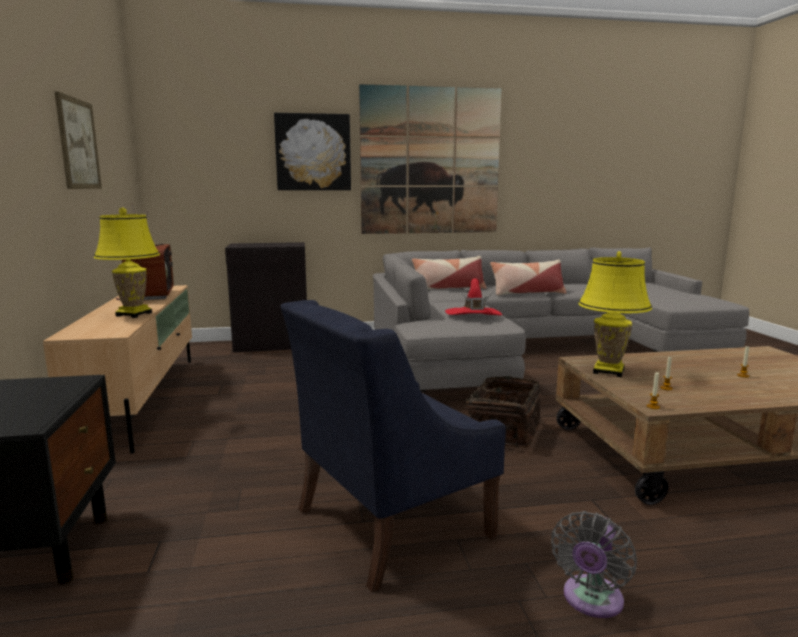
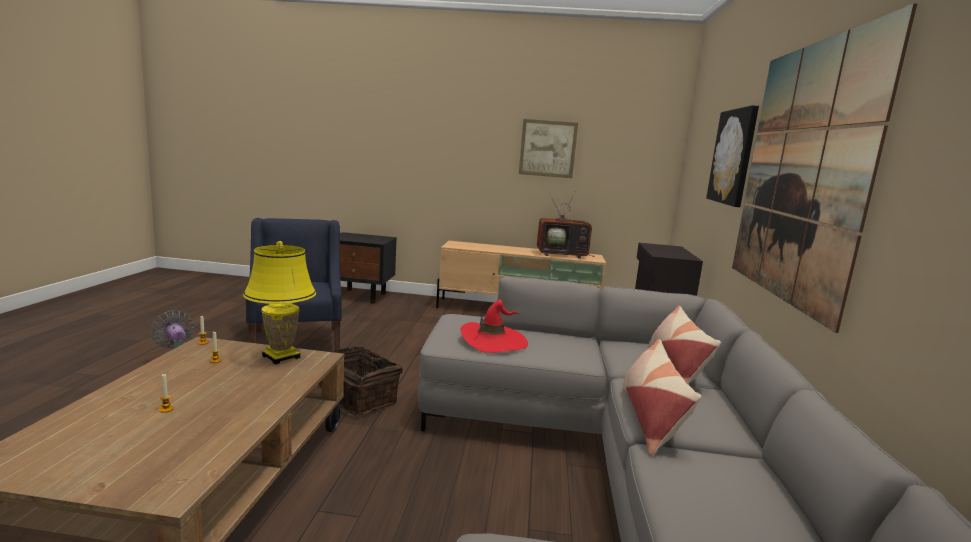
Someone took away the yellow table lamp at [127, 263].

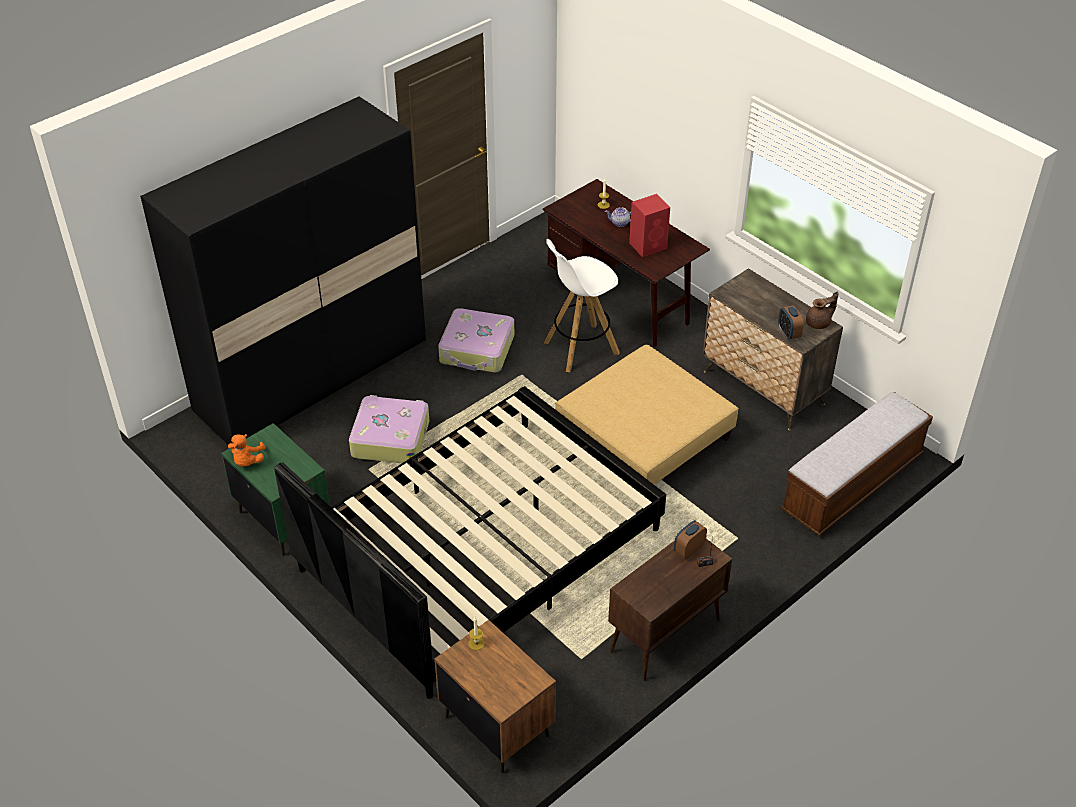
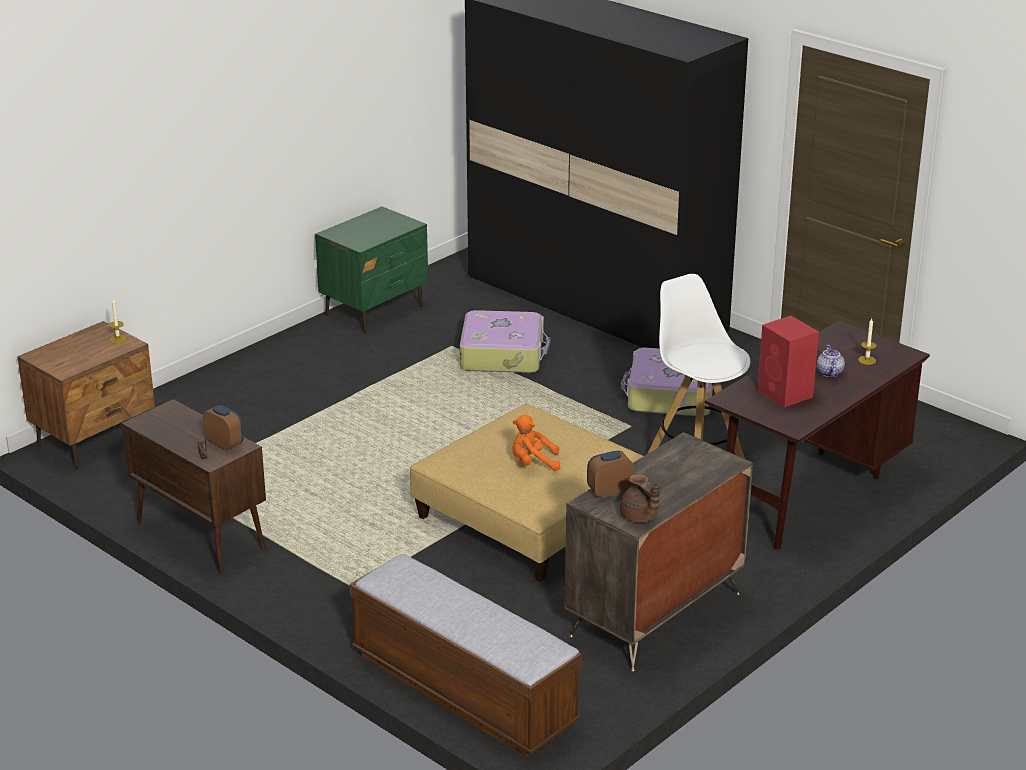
Someone took away the black bed at [470, 542]. Someone carried the orange plush toy from [247, 450] to [536, 443].

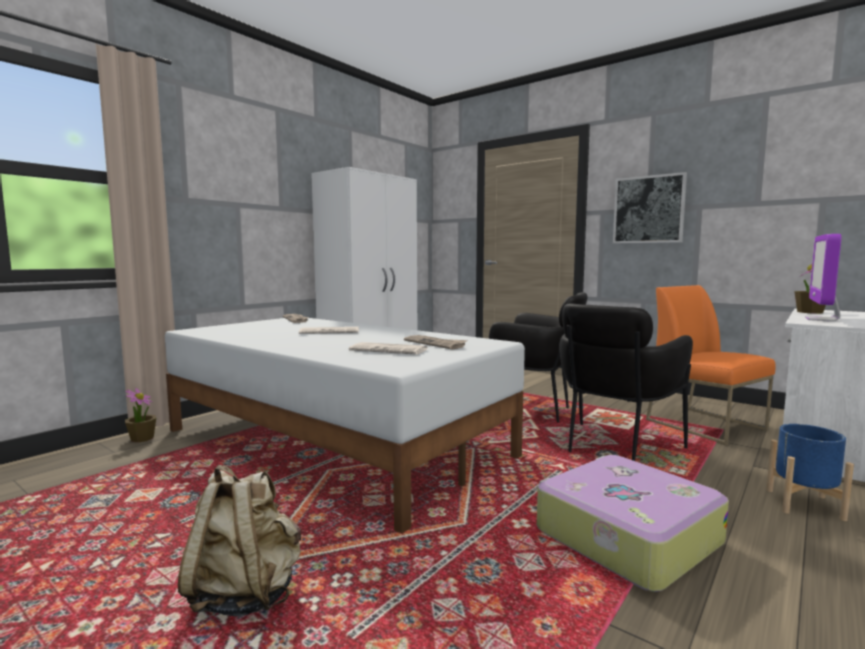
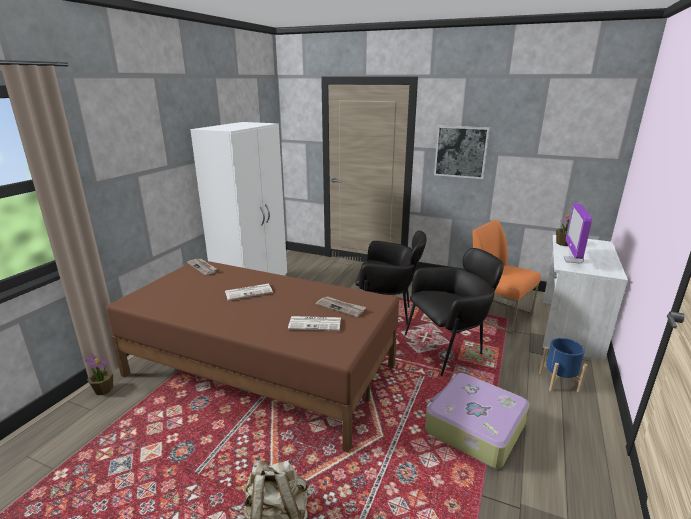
Someone repainted the white bed at [345, 426], which became the brown bed at [252, 356]. Someone rotated the black armchair at [626, 382] by 135 degrees counterclockwise.

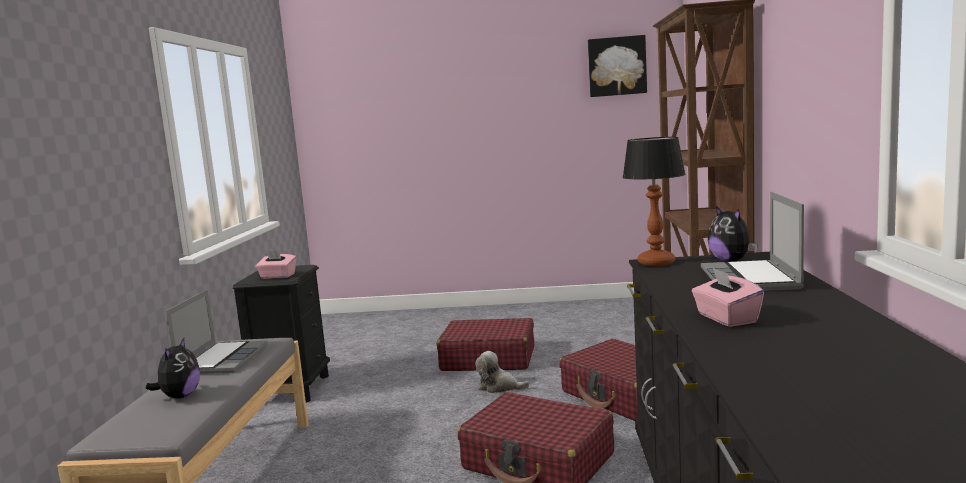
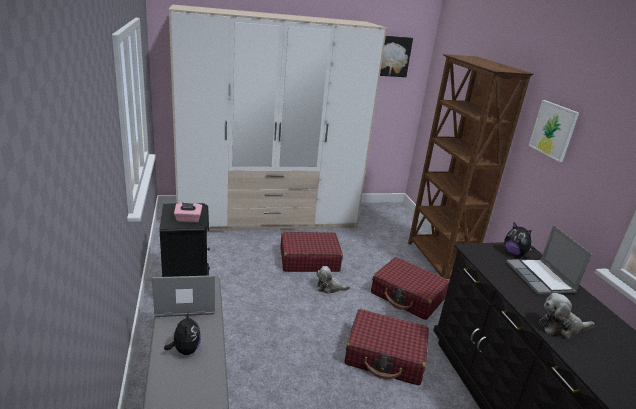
Someone took away the table lamp at [654, 201]. Someone put down the wardrobe at [278, 118]. Someone put up the picture at [554, 131]. Someone swapped the pink tissue box at [728, 297] for the plush toy at [566, 316]. Someone rotated the laptop at [216, 331] by 90 degrees counterclockwise.

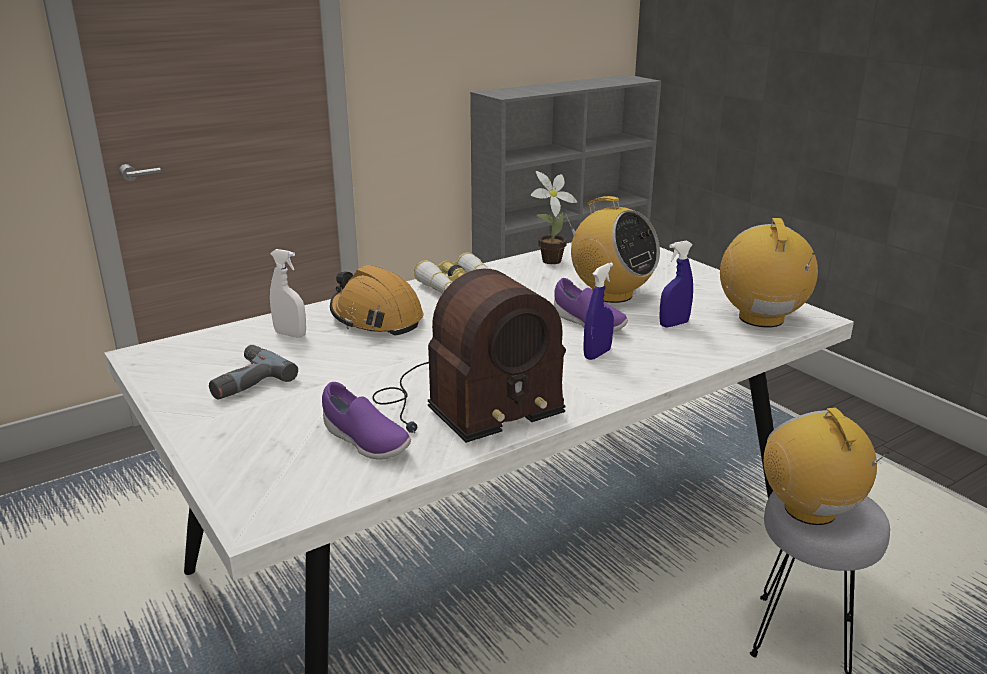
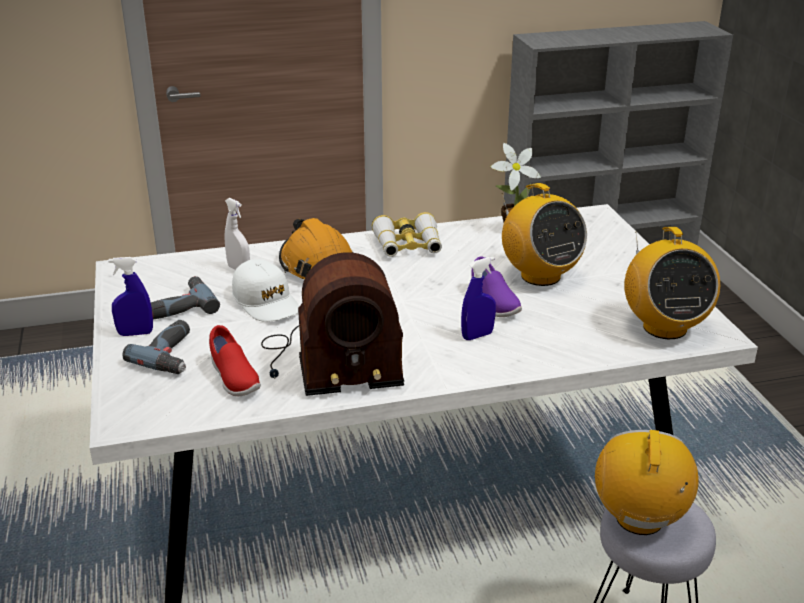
Someone put down the power drill at [156, 347]. Someone put down the white cap at [265, 290]. Someone carried the blue spray bottle from [676, 284] to [130, 296]. Someone repainted the purple shoe at [366, 421], which became the red shoe at [235, 360]. Someone rotated the radio at [769, 272] by 150 degrees clockwise.

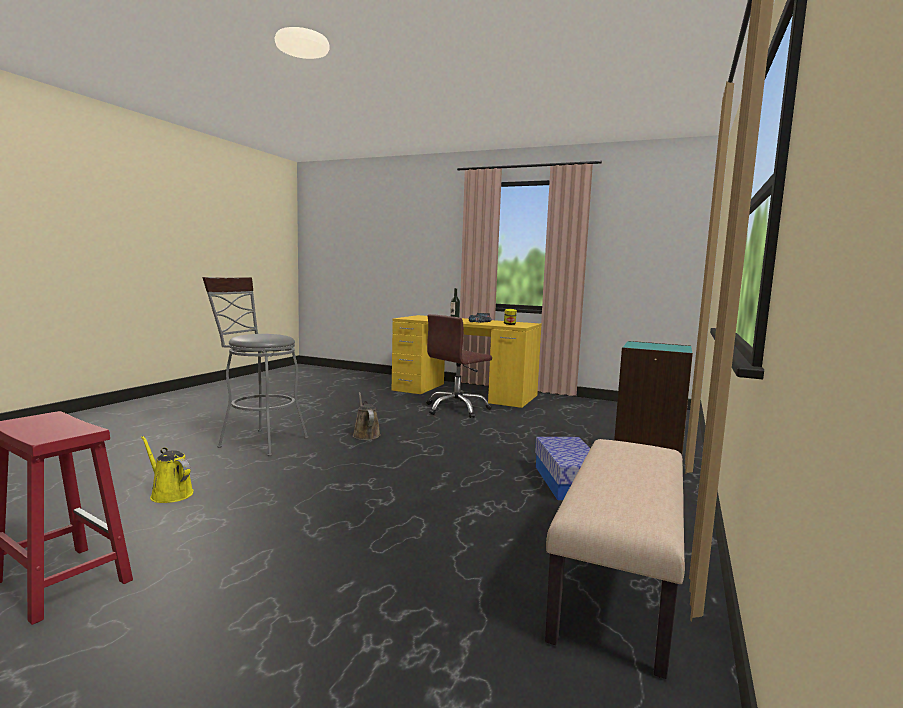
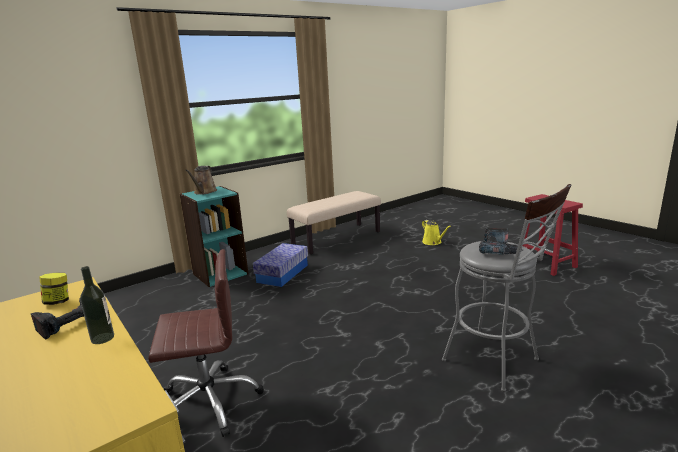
Someone put down the power drill at [501, 241]. Someone carried the yellow watering can from [167, 469] to [436, 232]. Someone carried the brown watering can from [367, 416] to [201, 180].

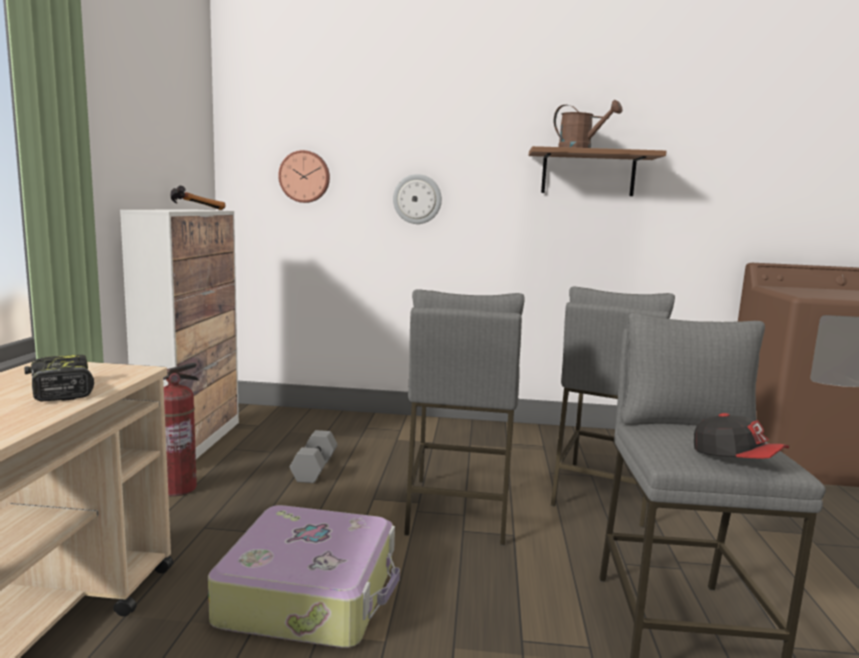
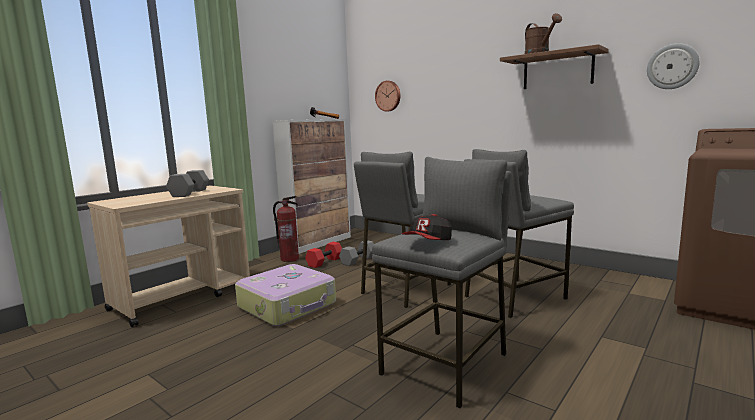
Someone put down the red dumbbell at [323, 255]. Someone carried the wall clock from [417, 199] to [673, 66]. Someone swapped the power drill at [59, 378] for the grey dumbbell at [187, 183]. Someone rotated the cap at [741, 436] by 45 degrees clockwise.

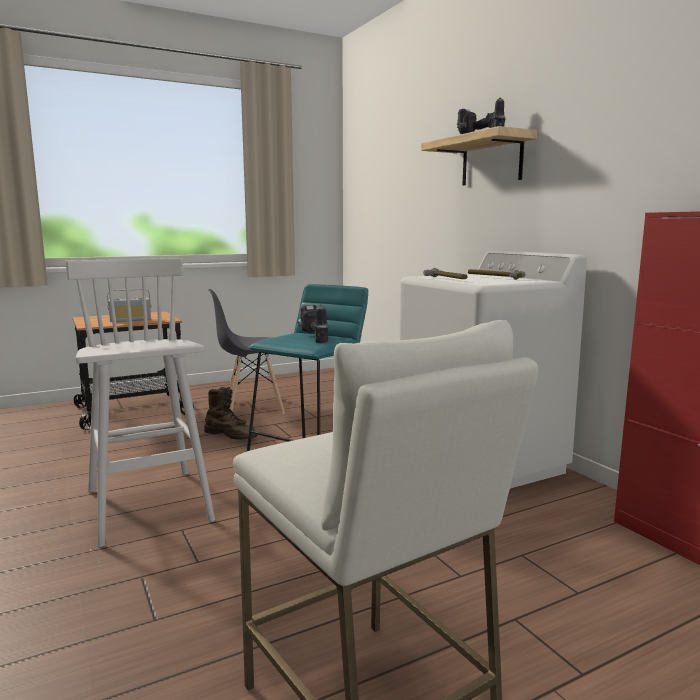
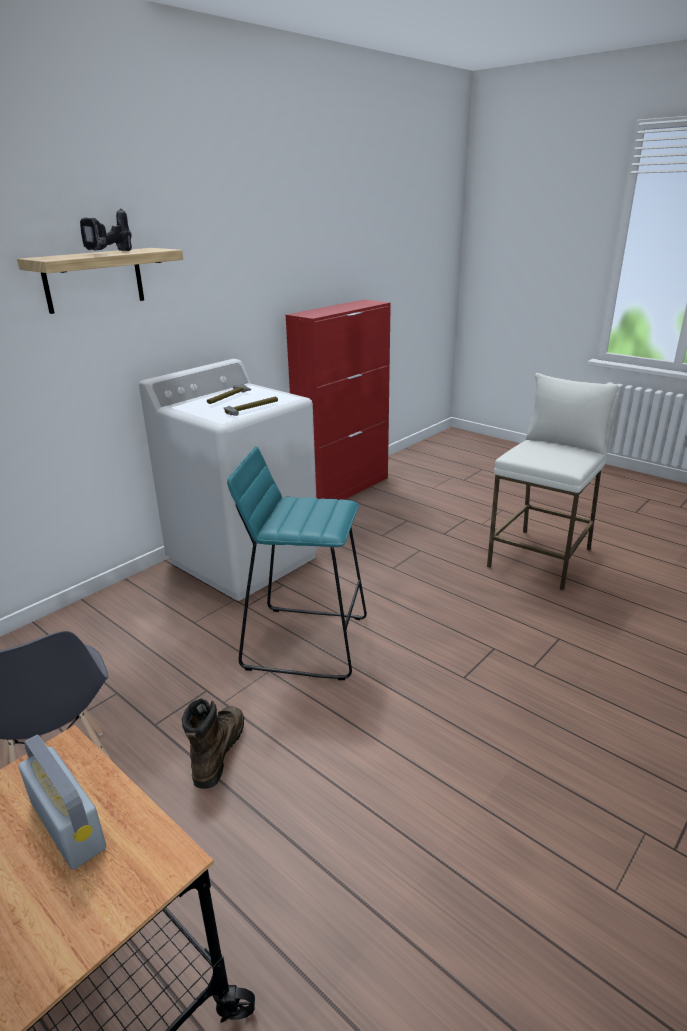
Someone took away the white stool at [140, 402]. Someone took away the power drill at [312, 323].

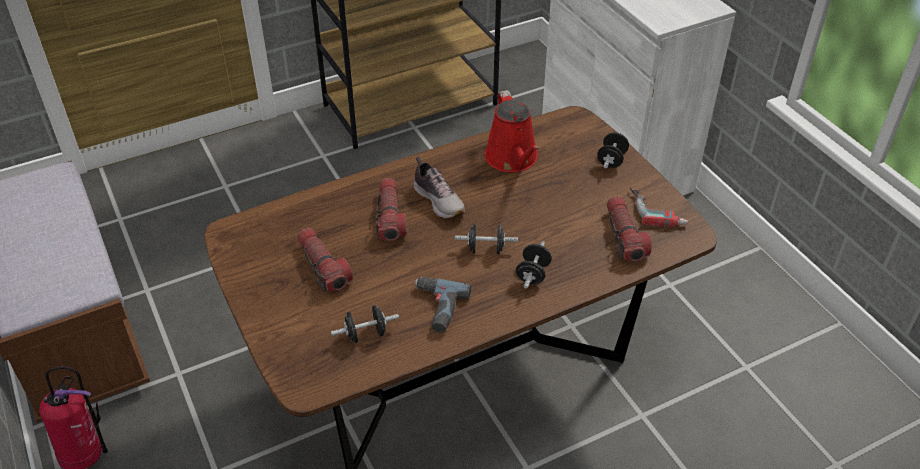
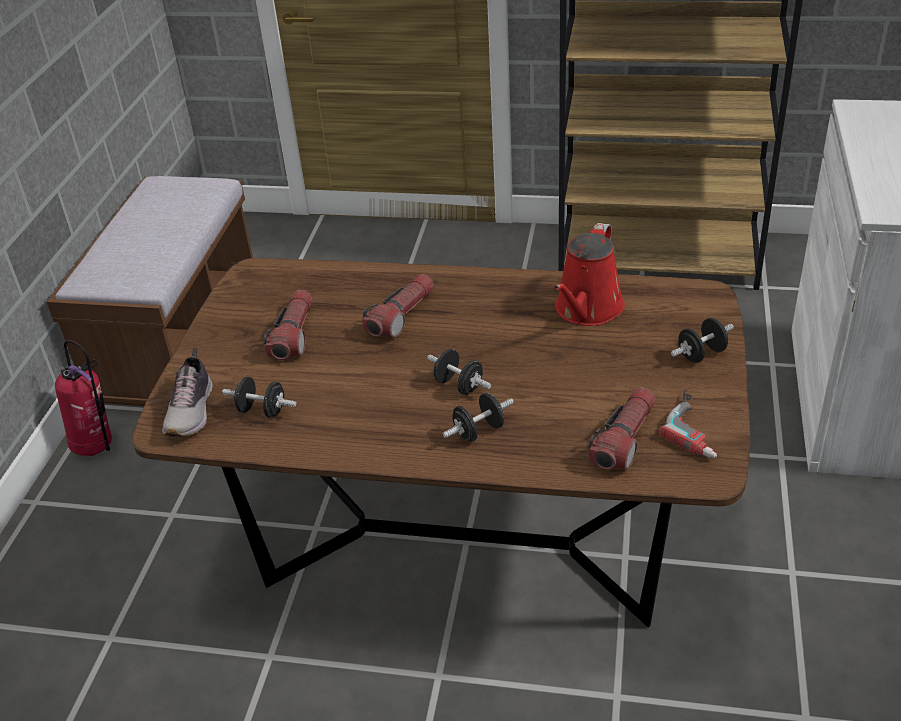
Someone took away the power drill at [442, 305]. Someone carried the shoe from [439, 187] to [187, 392].

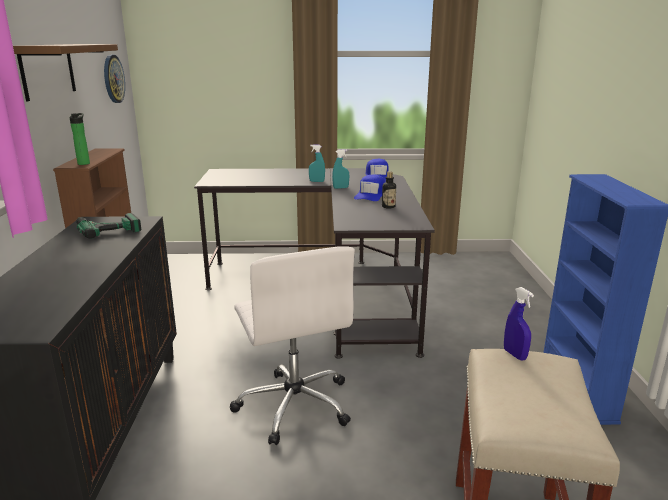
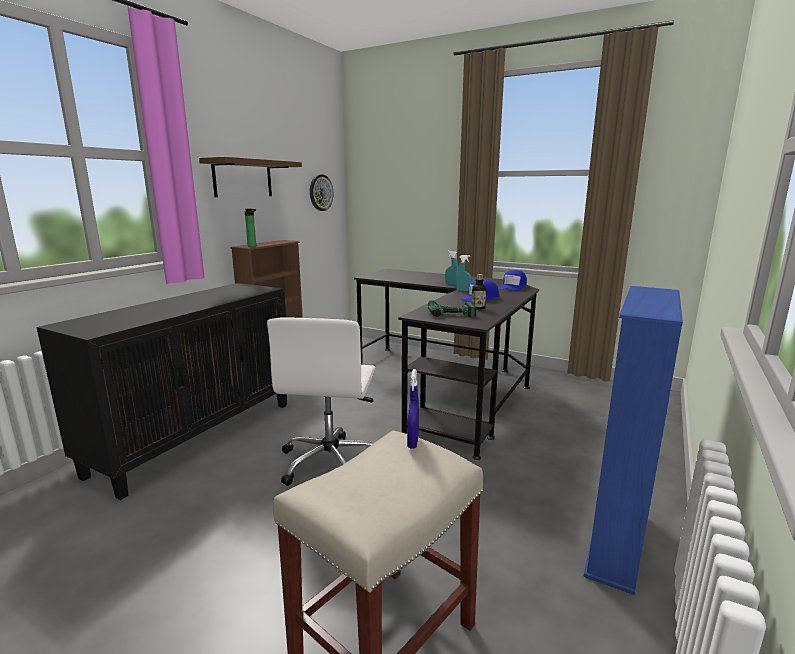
Someone carried the power drill from [109, 226] to [452, 308].

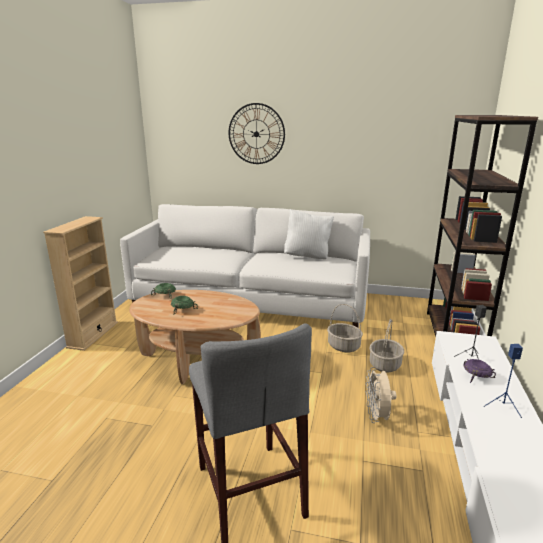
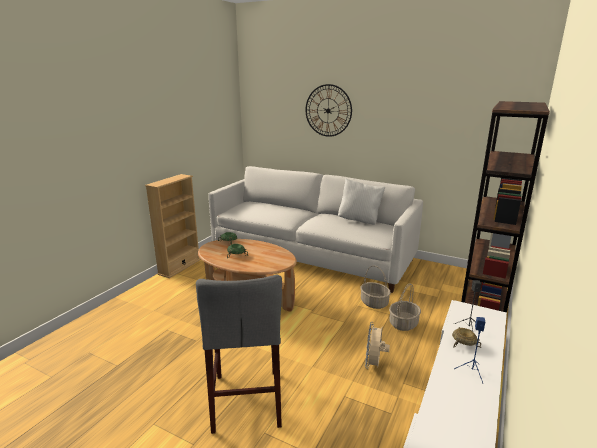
Someone repainted the purple bowl at [479, 371], which became the beige bowl at [466, 337].

